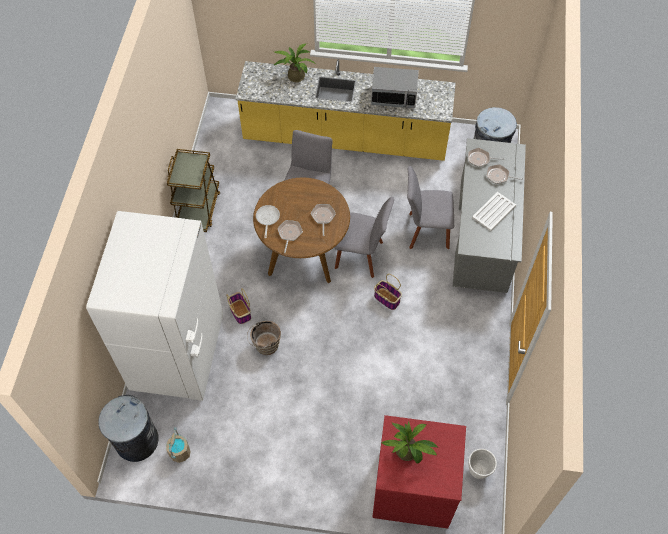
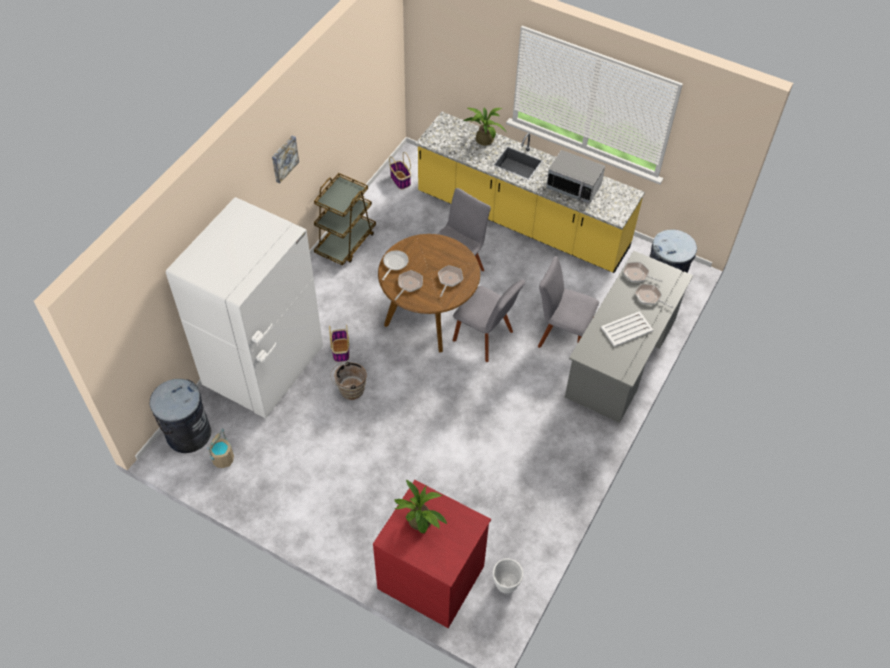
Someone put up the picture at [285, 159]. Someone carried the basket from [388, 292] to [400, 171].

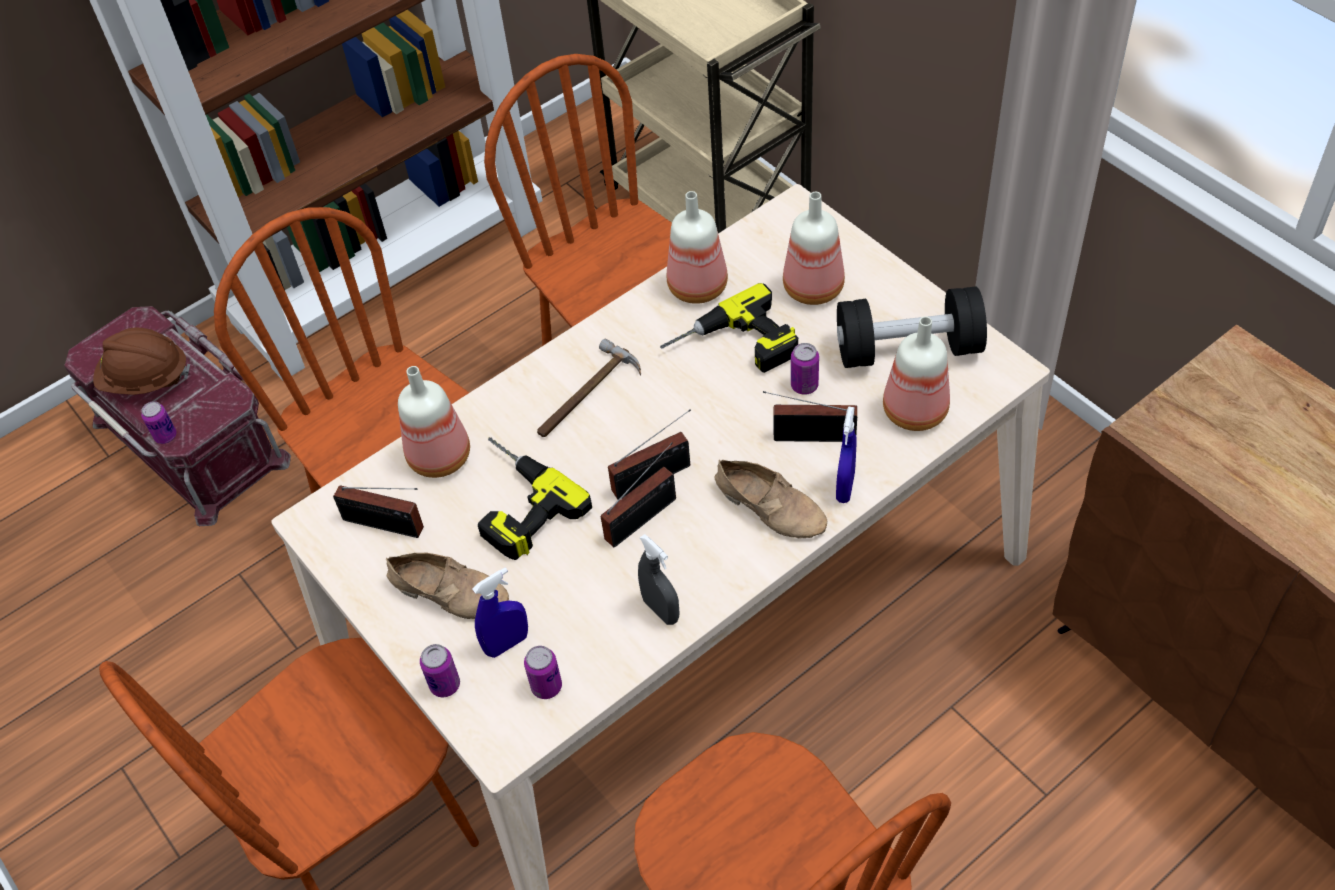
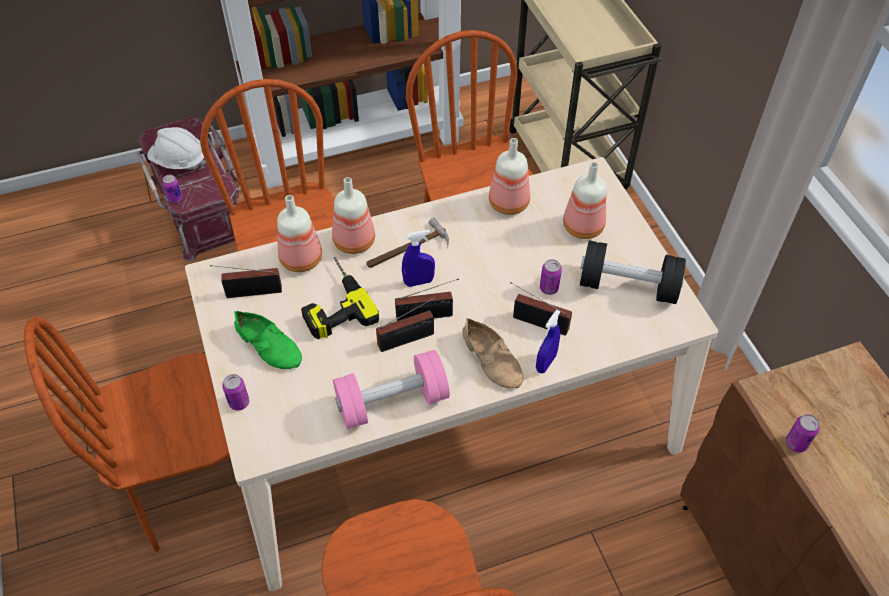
Someone took away the power drill at [729, 328]. Someone carried the blue spray bottle from [500, 612] to [418, 258]. Someone carried the can from [543, 672] to [803, 433]. Someone carried the bottle from [916, 373] to [353, 215]. Someone swapped the grey spray bottle at [659, 579] for the pink dumbbell at [391, 389]. Someone repainted the brown hard hat at [141, 361], which became the white hard hat at [176, 148]. Someone repainted the beige shoe at [447, 585], which became the green shoe at [268, 340]. Someone rotated the radio at [378, 511] by 135 degrees clockwise.

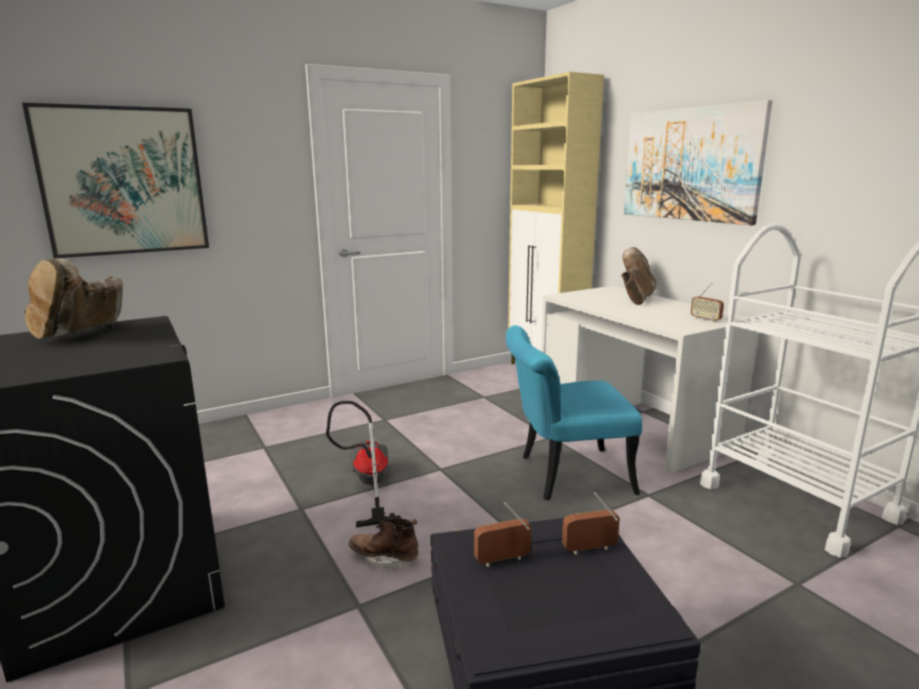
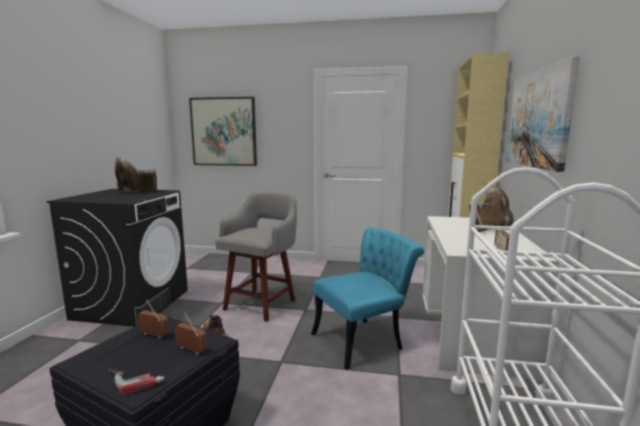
Someone put down the power drill at [137, 382]. Someone swapped the vacuum cleaner at [363, 464] for the grey stool at [256, 257]. Someone rotated the turquoise chair at [574, 412] by 120 degrees clockwise.

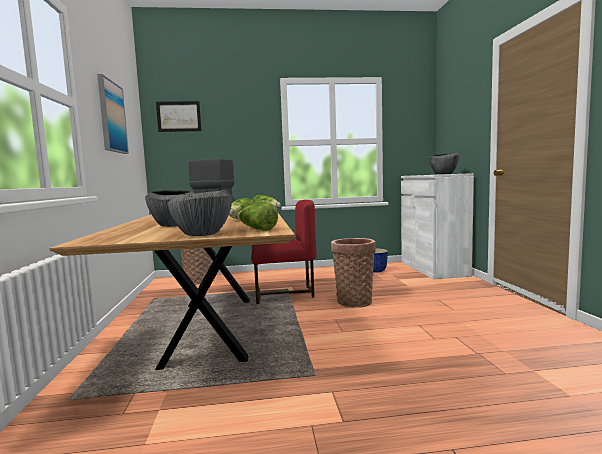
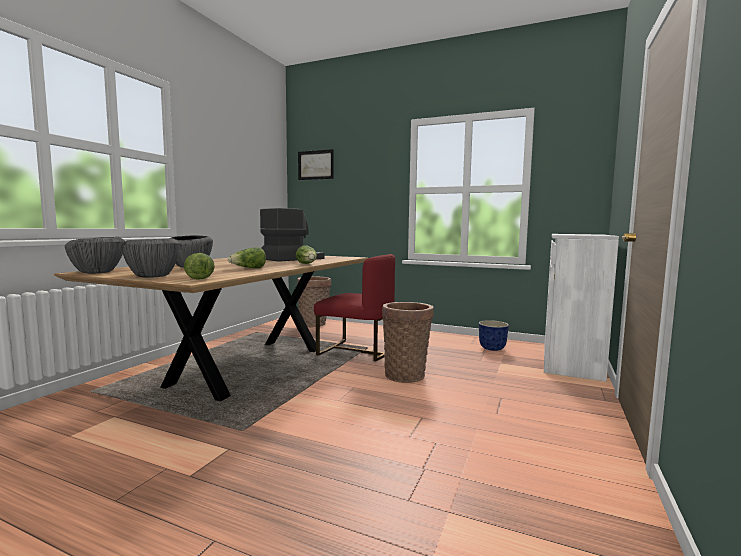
Someone took away the picture at [113, 114]. Someone carried the bowl from [444, 163] to [95, 255].

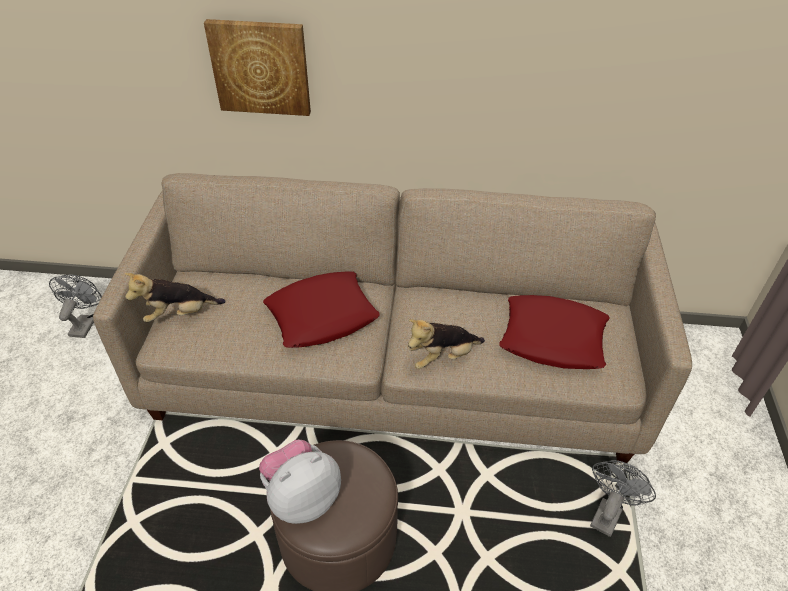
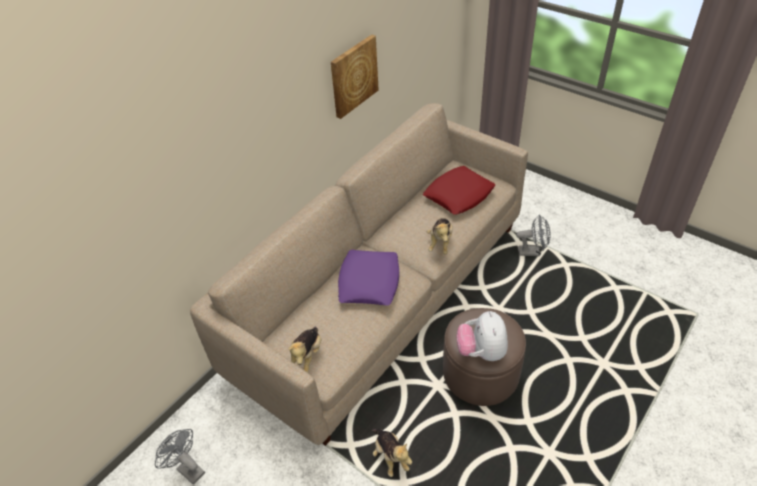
Someone put down the plush toy at [392, 453]. Someone carried the picture from [257, 67] to [355, 76]. Someone repainted the red pillow at [321, 309], which became the purple pillow at [368, 277]. Someone rotated the grey fan at [623, 498] by 120 degrees clockwise.

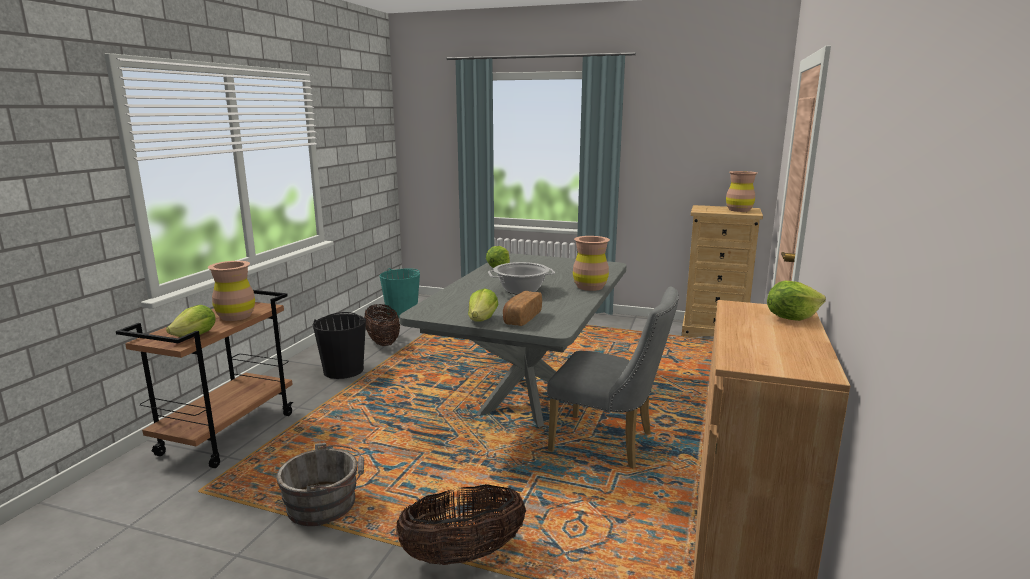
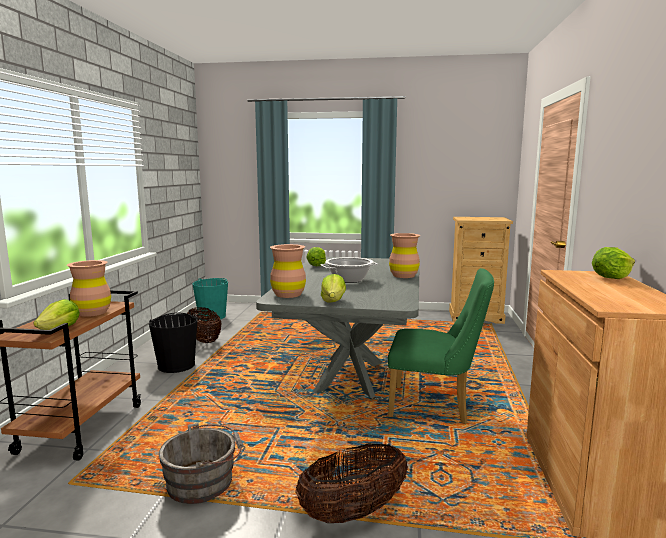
Someone took away the bread at [522, 308]. Someone carried the brown vase from [741, 191] to [288, 271]. Someone repainted the grey chair at [613, 378], which became the green chair at [441, 346].

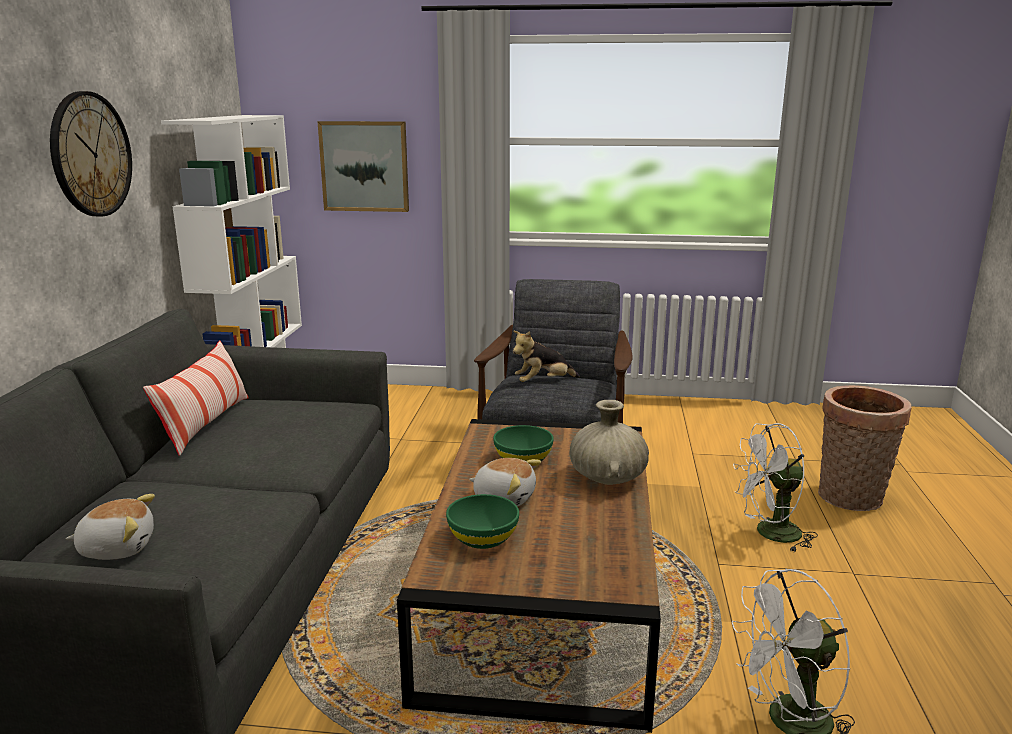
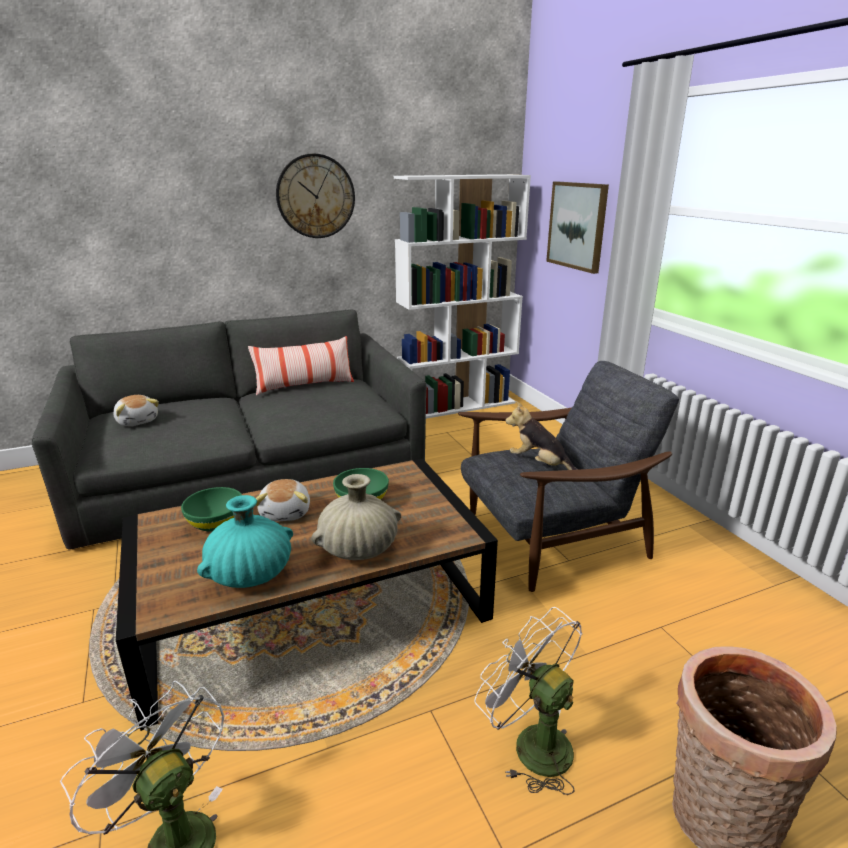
Someone put down the turquoise vase at [245, 541].

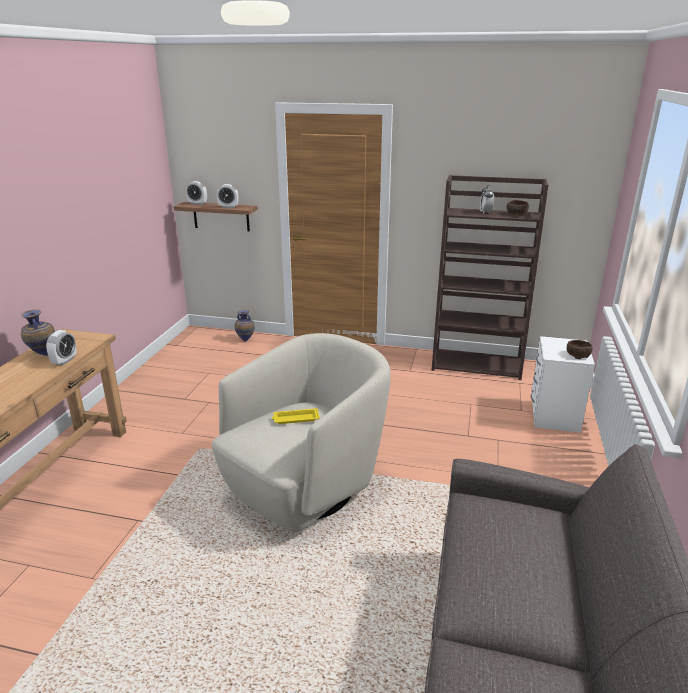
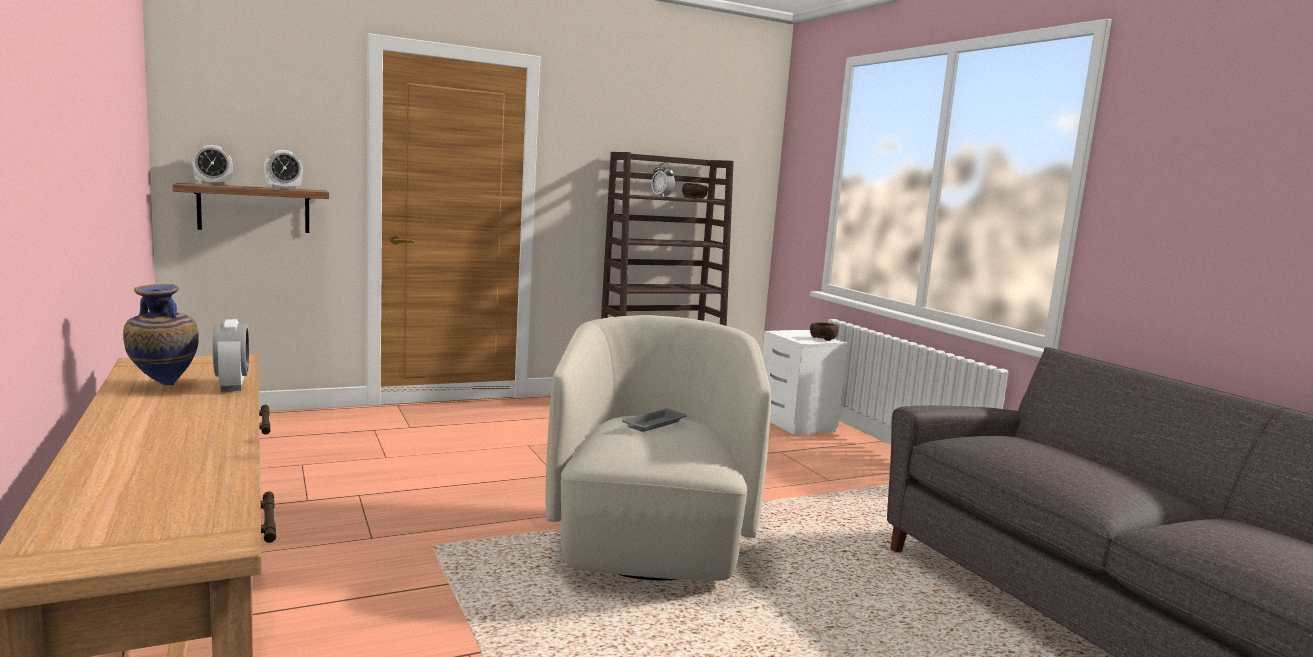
Someone took away the vase at [244, 325]. Someone repainted the yellow tray at [296, 416], which became the grey tray at [654, 420].

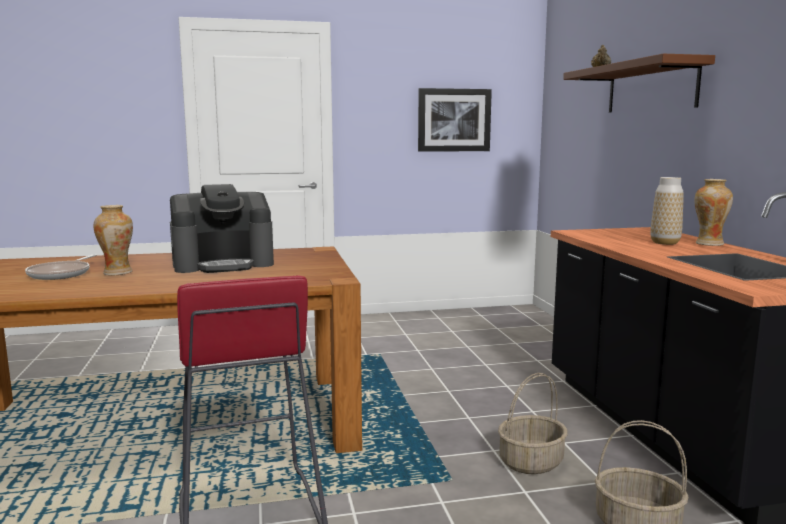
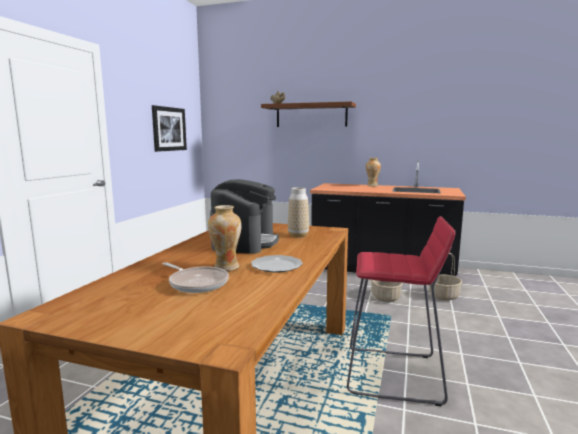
Someone put down the plate at [277, 263]. Someone carried the vase from [667, 211] to [298, 212].

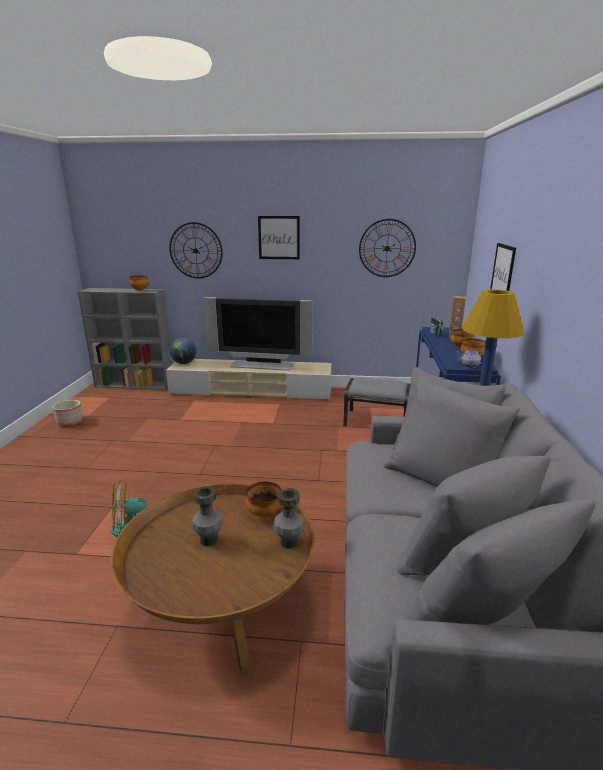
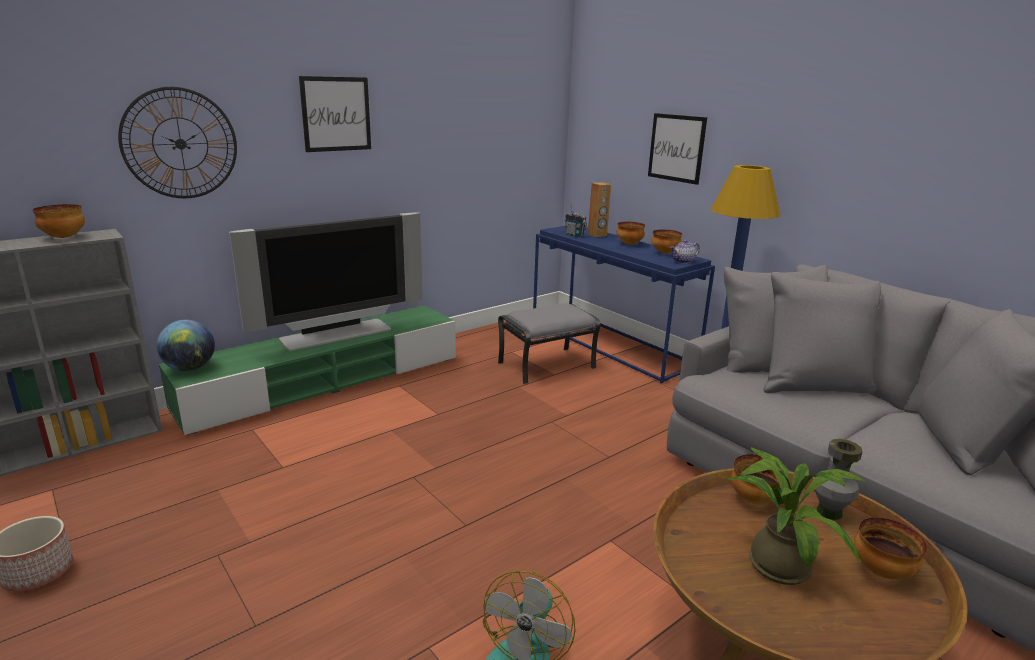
Someone took away the wall clock at [387, 248]. Someone put down the bowl at [890, 548]. Someone swapped the grey vase at [207, 516] for the potted plant at [797, 516]. Someone repainted the beige tv stand at [249, 379], which became the green tv stand at [307, 370].

